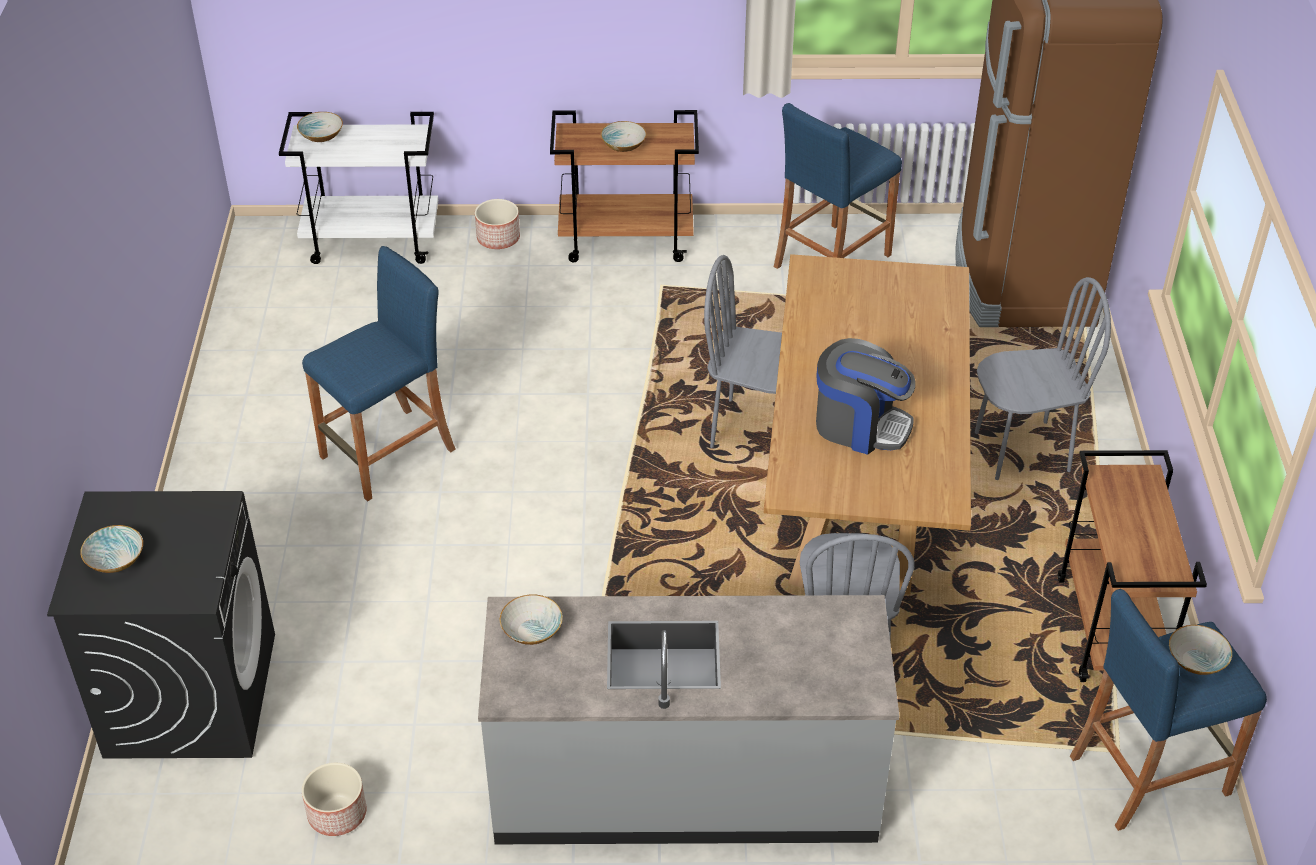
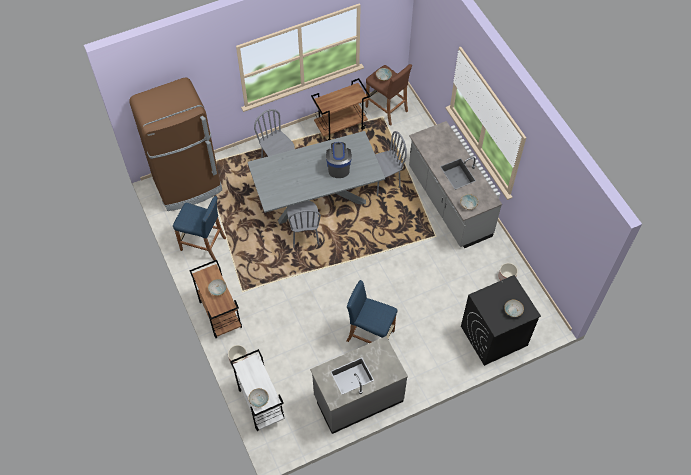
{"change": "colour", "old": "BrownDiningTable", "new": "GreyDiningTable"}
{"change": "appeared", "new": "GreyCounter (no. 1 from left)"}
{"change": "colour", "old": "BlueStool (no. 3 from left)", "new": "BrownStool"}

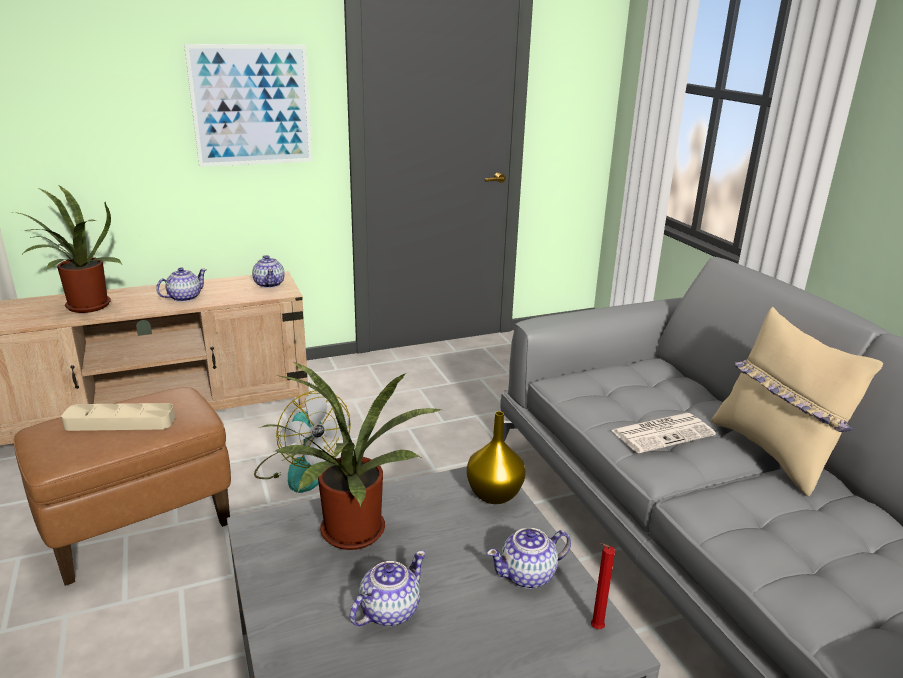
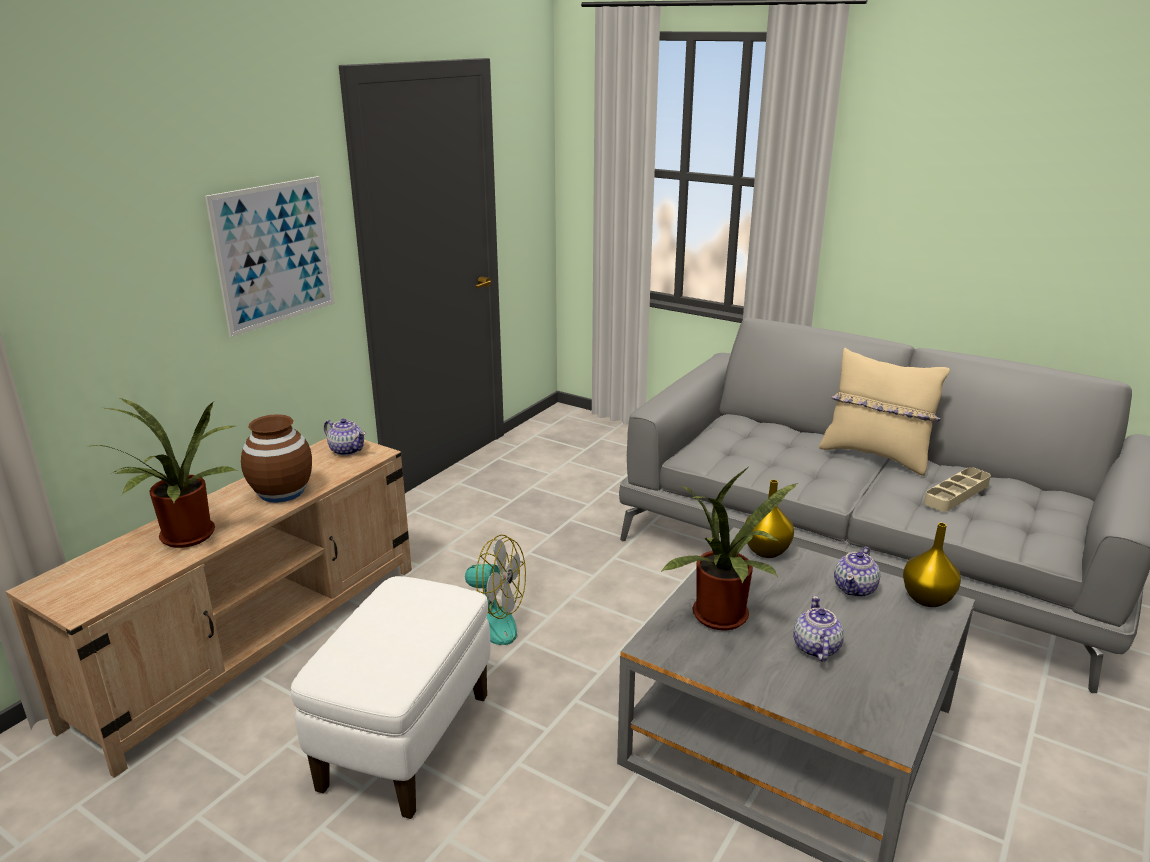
{"change": "exchanged", "old": "Teapot (no. 1 from left)", "new": "BrownVase"}
{"change": "colour", "old": "BrownOttoman", "new": "WhiteOttoman"}
{"change": "exchanged", "old": "RedCandle", "new": "YellowVase (no. 2 from left)"}
{"change": "relocated", "old": "BeigeTray"}
{"change": "missing", "old": "Newspaper"}

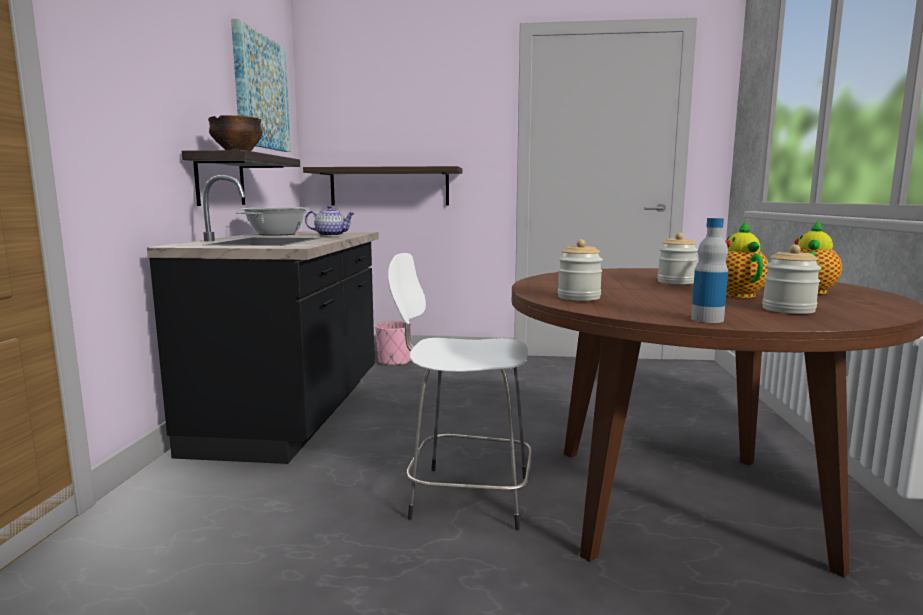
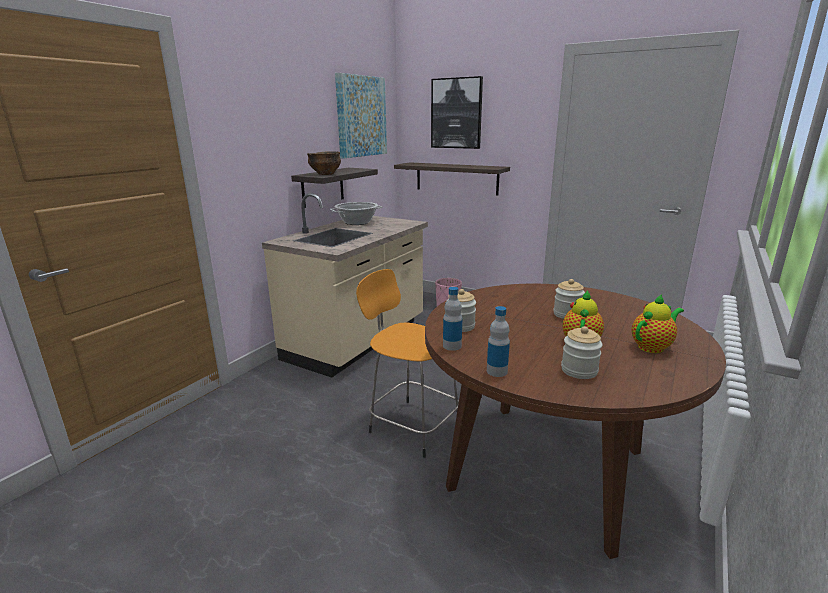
{"change": "colour", "old": "BlackCounter", "new": "BeigeCounter"}
{"change": "colour", "old": "WhiteStool", "new": "OrangeStool"}
{"change": "appeared", "new": "Picture (no. 2 from left)"}
{"change": "appeared", "new": "Bottle (no. 1 from left)"}
{"change": "missing", "old": "Teapot (no. 1 from left)"}

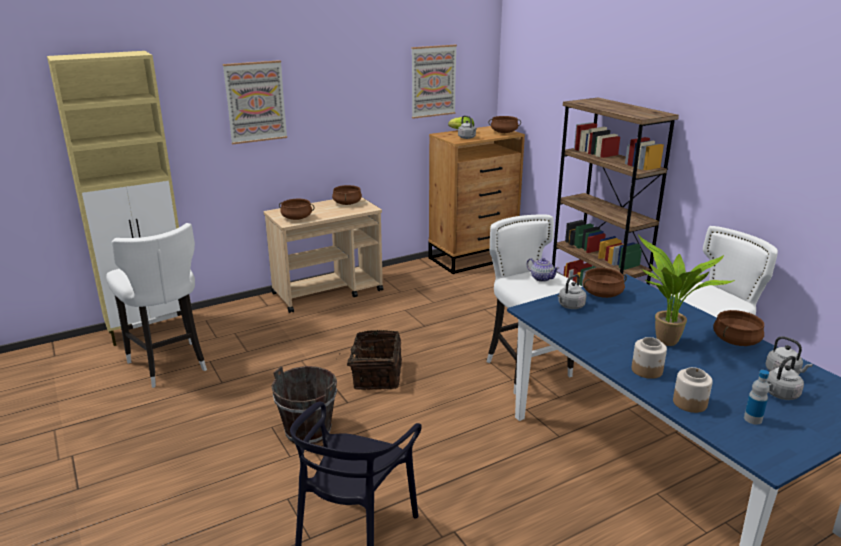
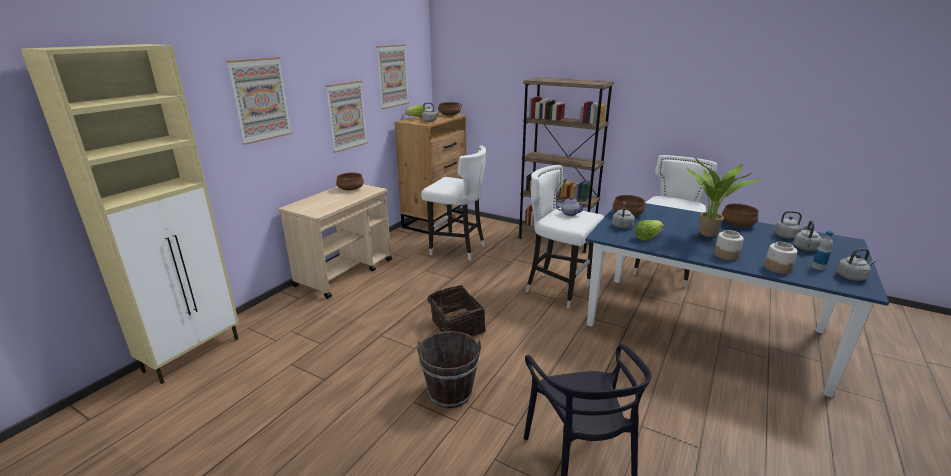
{"change": "appeared", "new": "Picture (no. 2 from left)"}
{"change": "relocated", "old": "WhiteStool (no. 1 from left)"}
{"change": "appeared", "new": "Lettuce (no. 2 from left)"}
{"change": "appeared", "new": "GreyKettle (no. 5 from left)"}
{"change": "missing", "old": "BrownCookingPot (no. 1 from left)"}

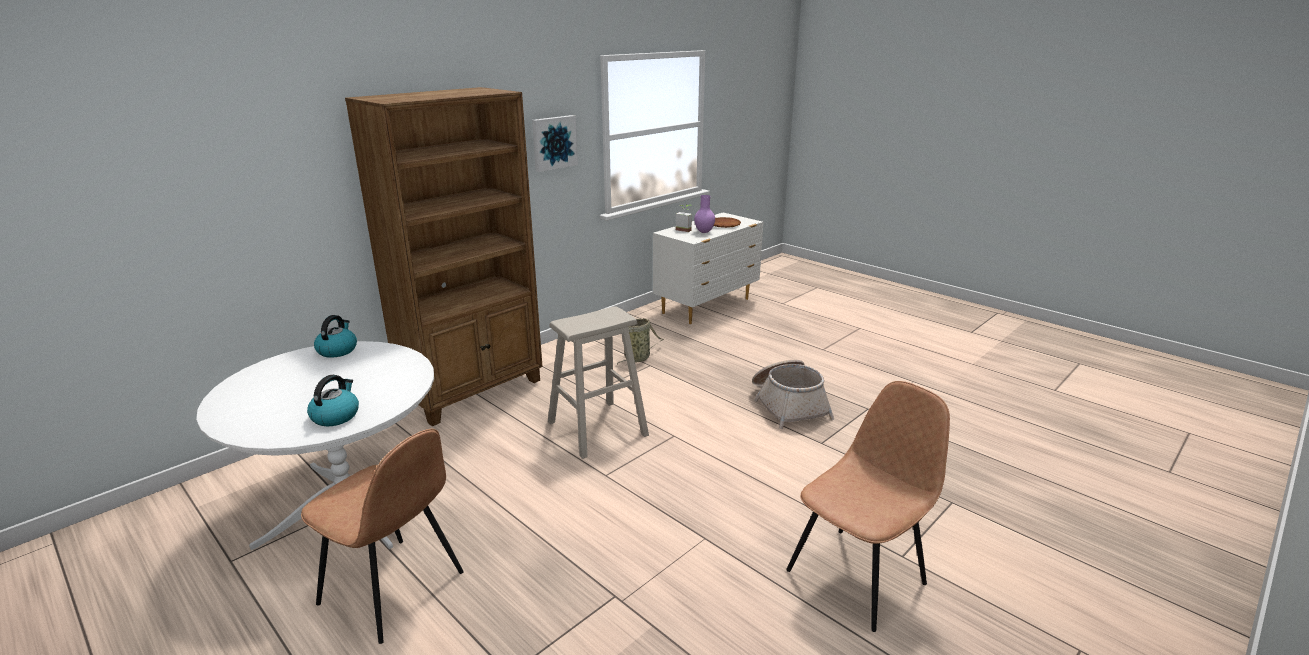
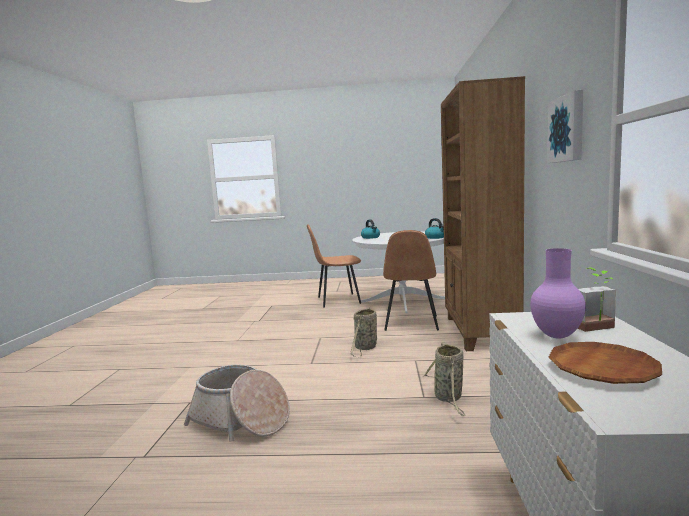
{"change": "exchanged", "old": "BeigeStool", "new": "Basket (no. 2 from left)"}
{"change": "relocated", "old": "BrownChair (no. 2 from left)"}

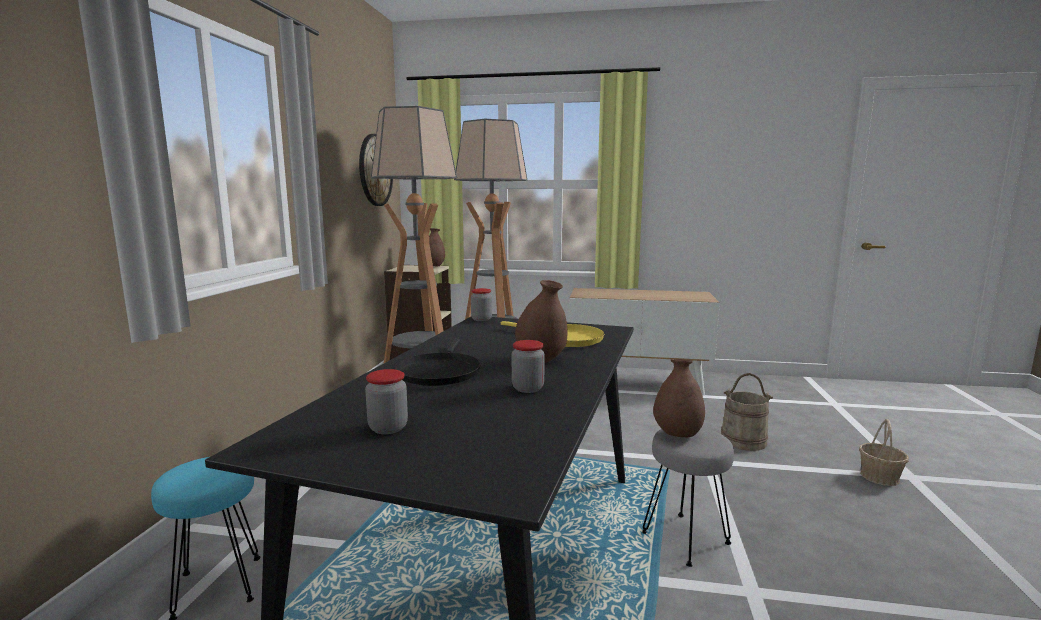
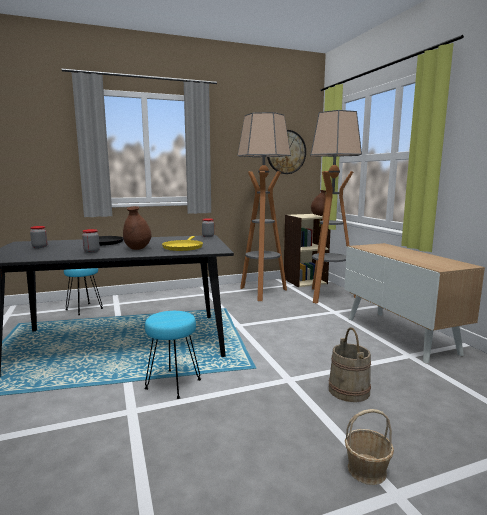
{"change": "colour", "old": "GreyStool", "new": "TurquoiseStool (no. 2 from left)"}
{"change": "missing", "old": "BrownVase (no. 3 from left)"}

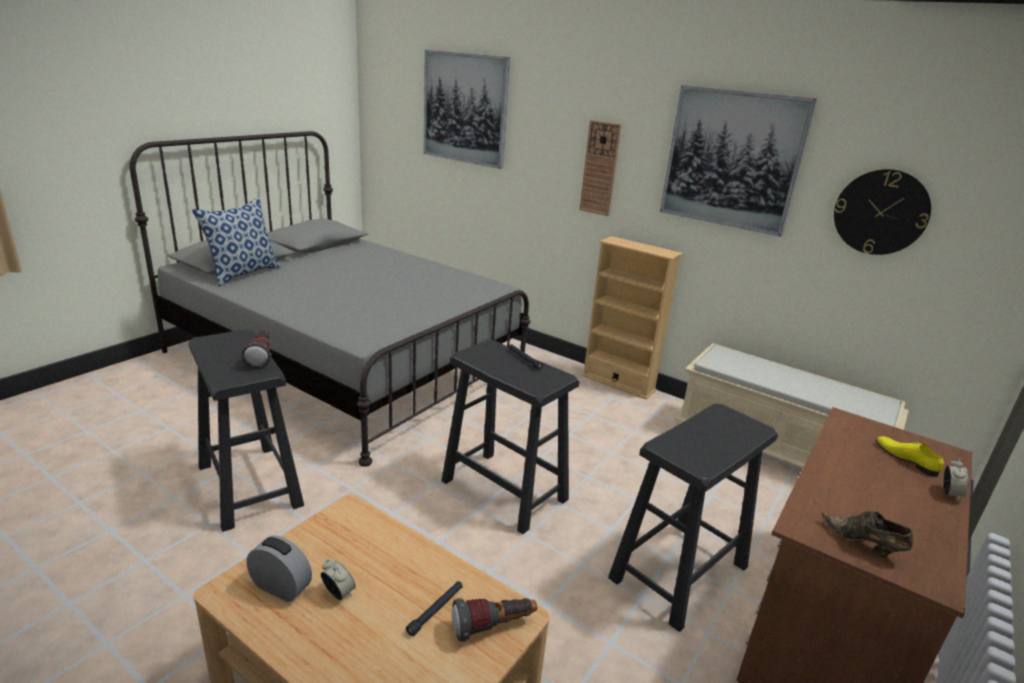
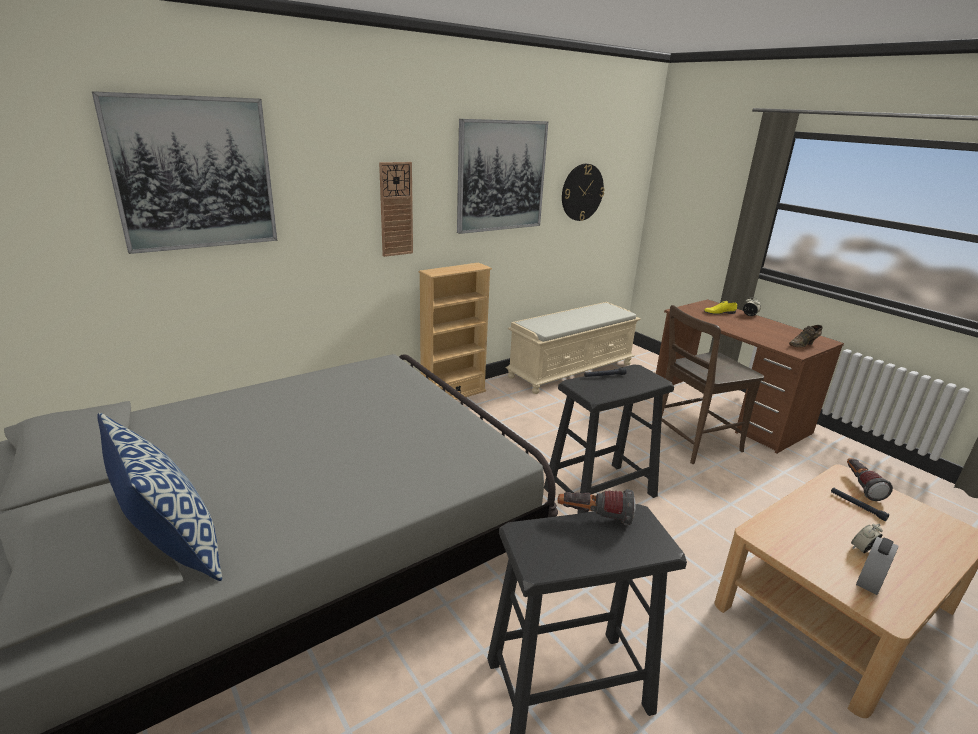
{"change": "exchanged", "old": "BlackStool (no. 3 from left)", "new": "BrownChair"}

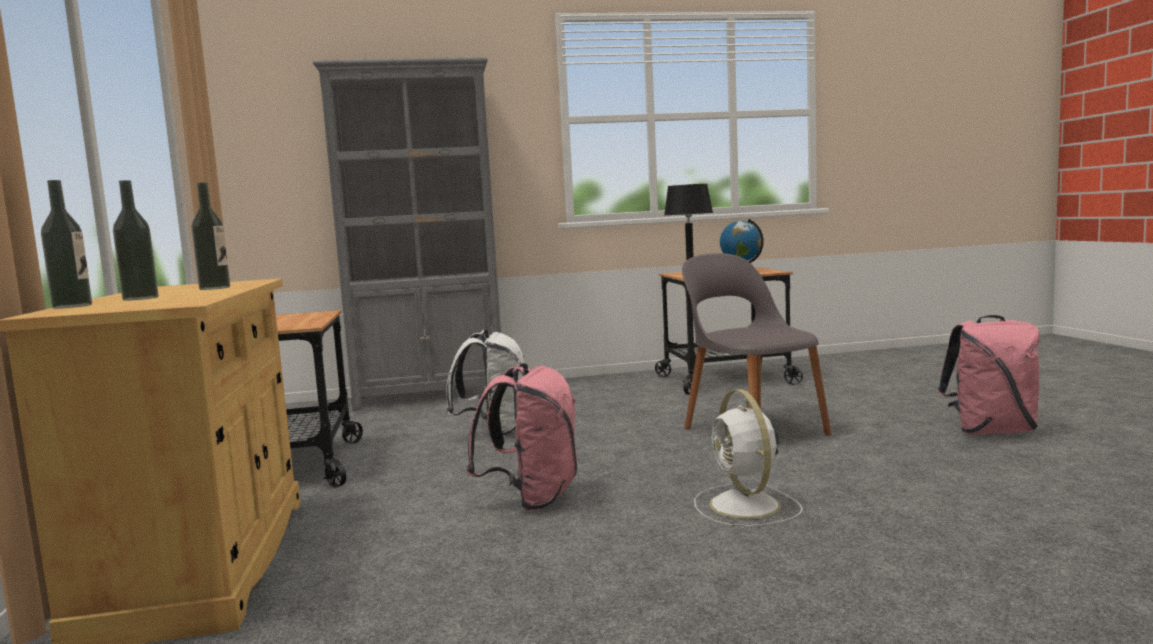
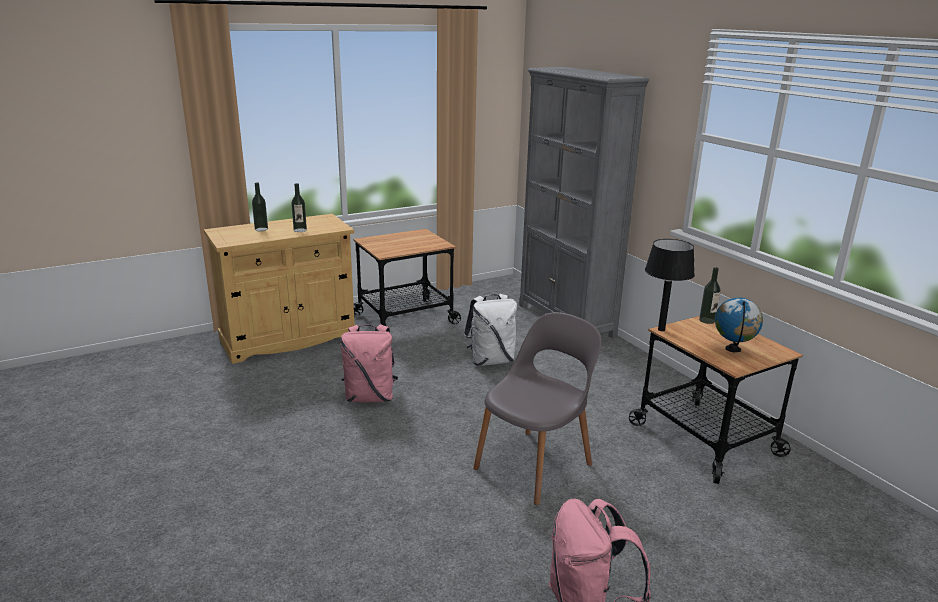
{"change": "relocated", "old": "Bottle (no. 1 from left in the first image)", "new": "Bottle (no. 3 from left)"}
{"change": "missing", "old": "WhiteFan"}

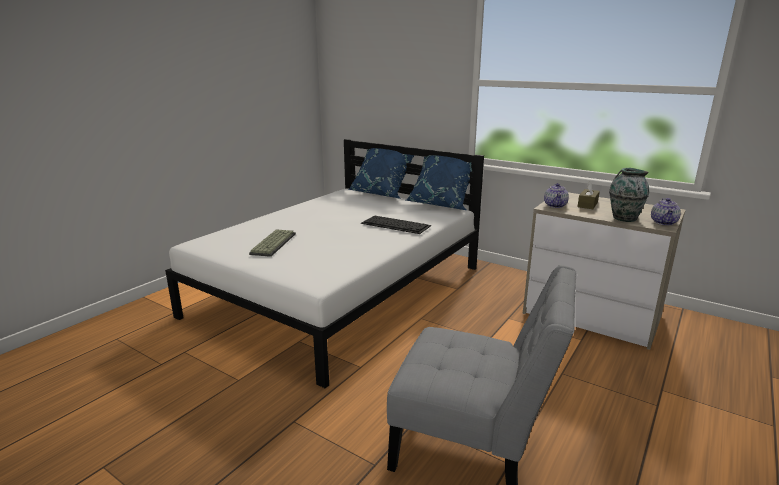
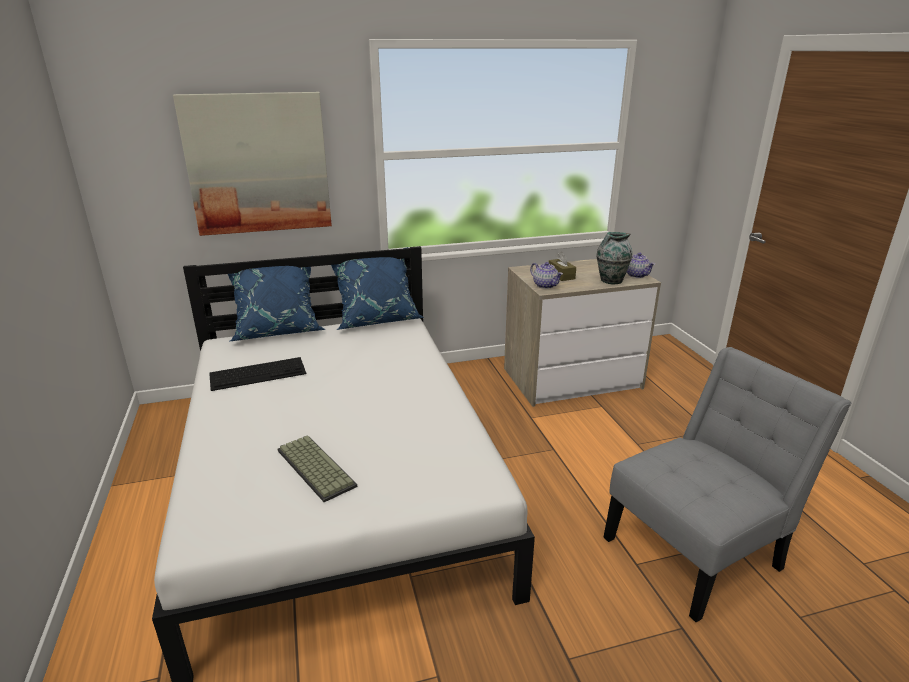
{"change": "appeared", "new": "Picture"}
{"change": "relocated", "old": "Keyboard (no. 2 from left in the first image)", "new": "Keyboard (no. 1 from left)"}

